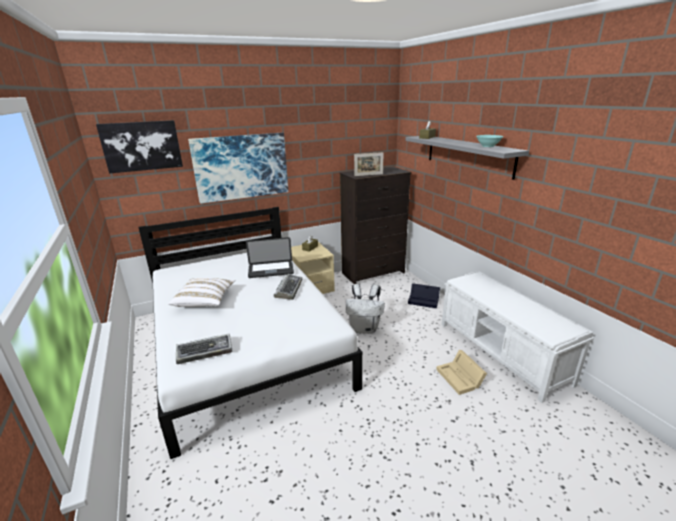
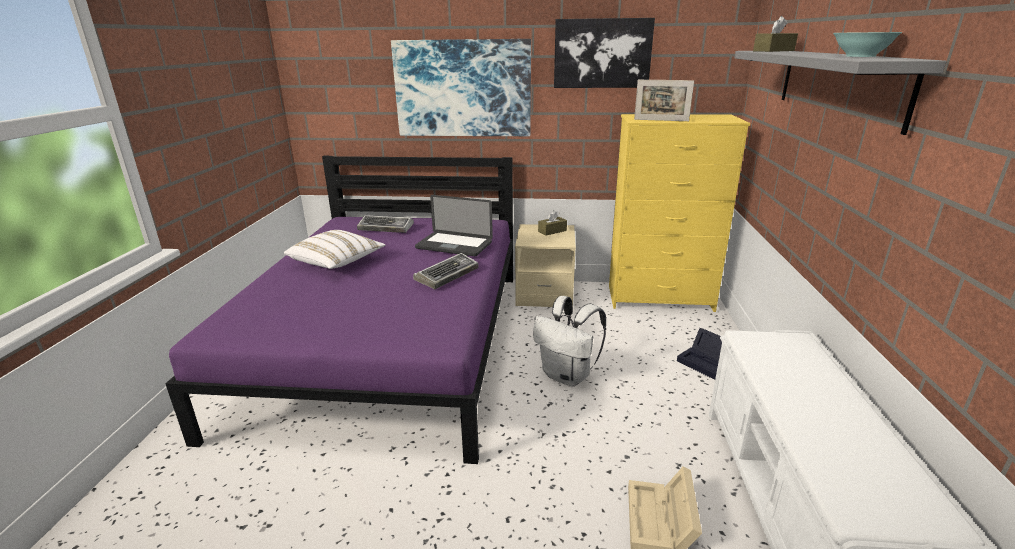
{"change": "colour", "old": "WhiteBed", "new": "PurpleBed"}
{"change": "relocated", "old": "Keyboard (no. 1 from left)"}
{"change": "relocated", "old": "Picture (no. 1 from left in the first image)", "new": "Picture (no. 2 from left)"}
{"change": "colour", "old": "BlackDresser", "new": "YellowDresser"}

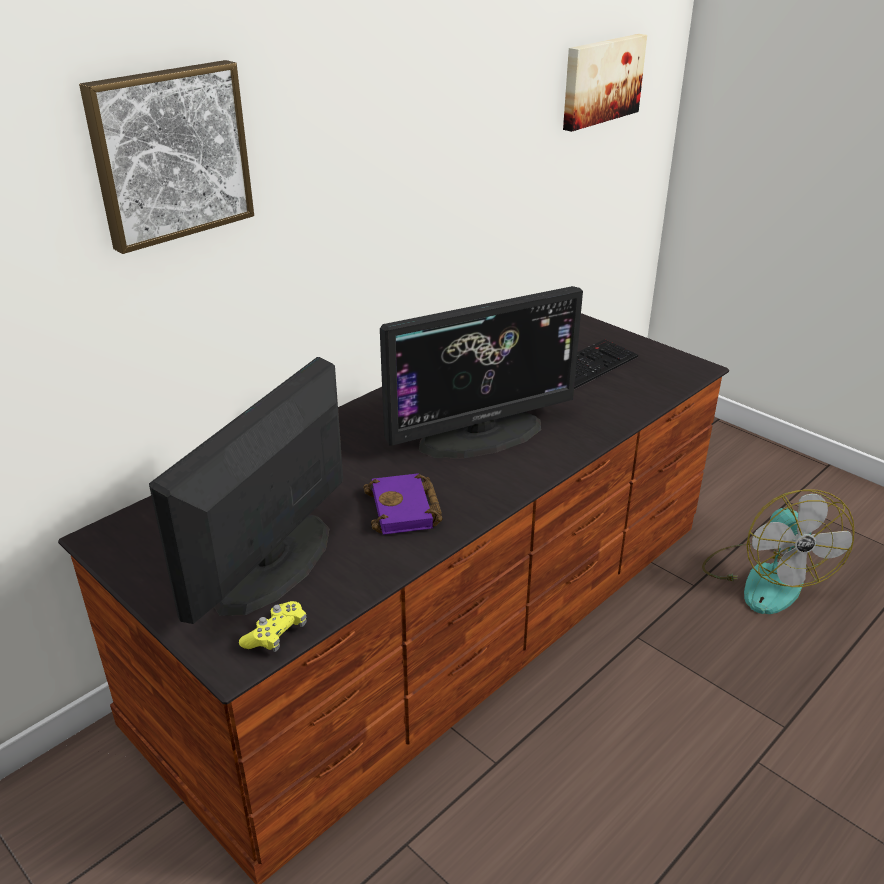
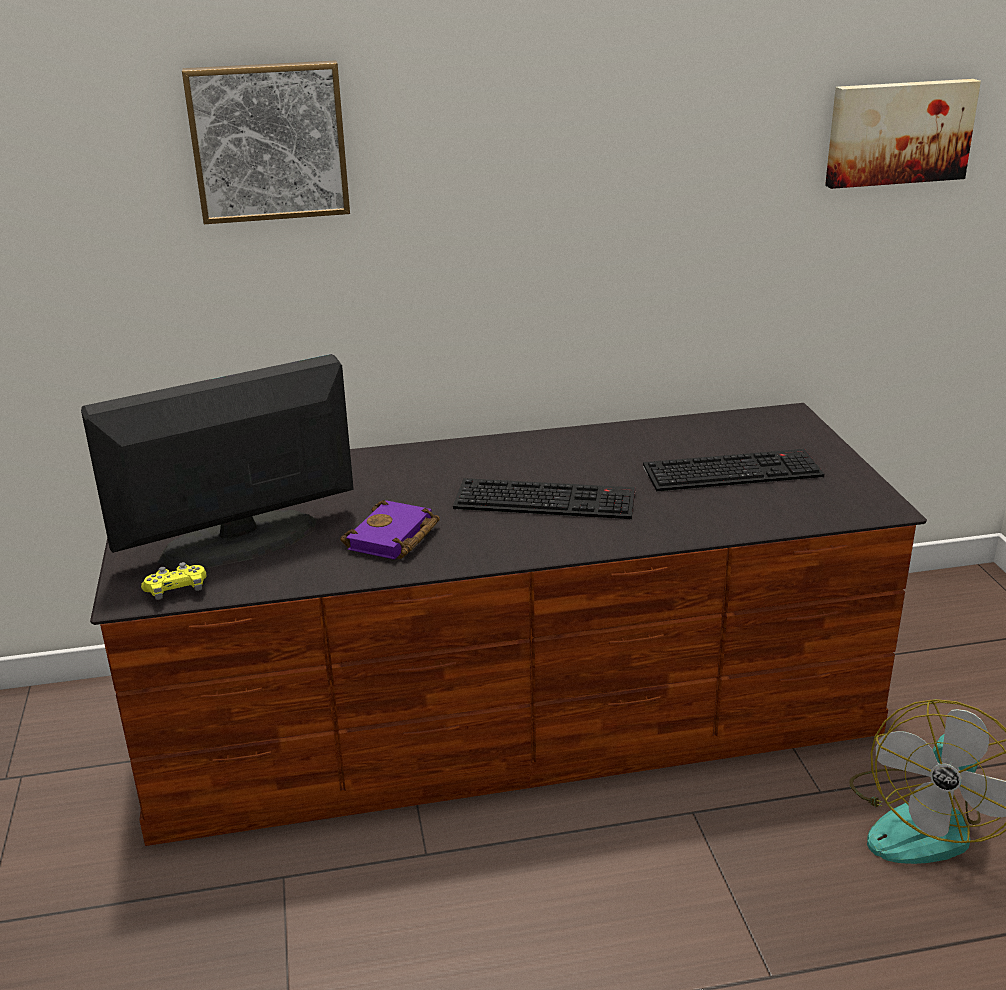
{"change": "exchanged", "old": "Monitor (no. 2 from left)", "new": "Keyboard (no. 1 from left)"}

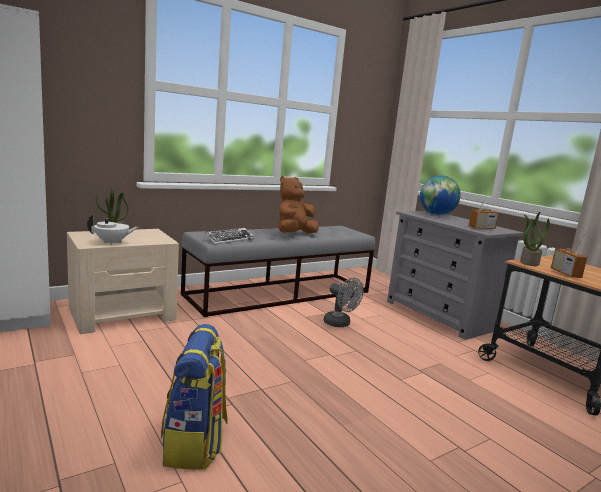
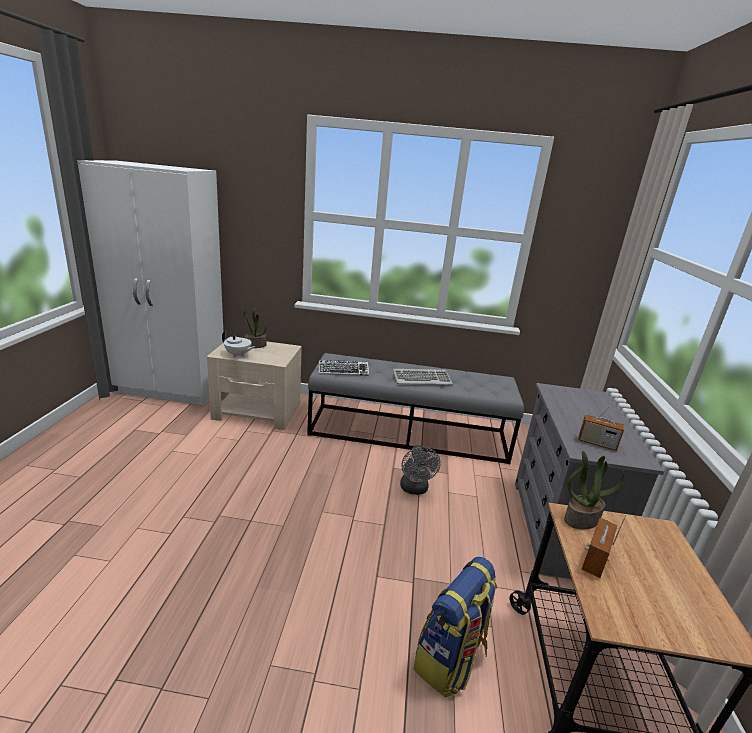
{"change": "exchanged", "old": "BrownPlushToy", "new": "Keyboard (no. 2 from left)"}
{"change": "relocated", "old": "Backpack"}
{"change": "missing", "old": "Globe"}

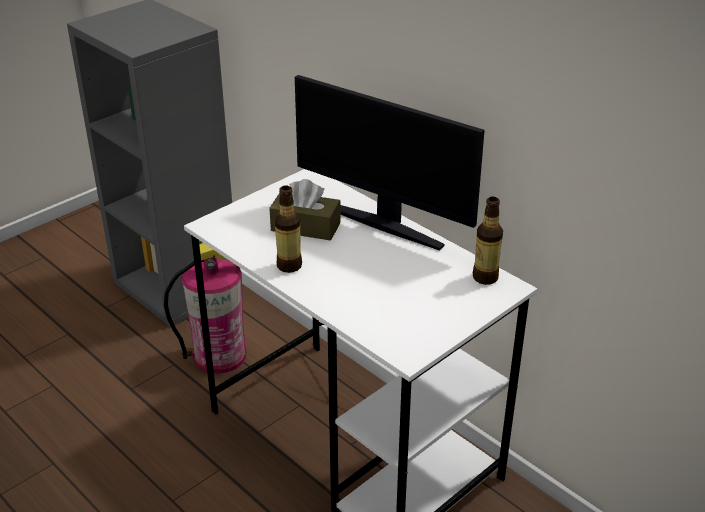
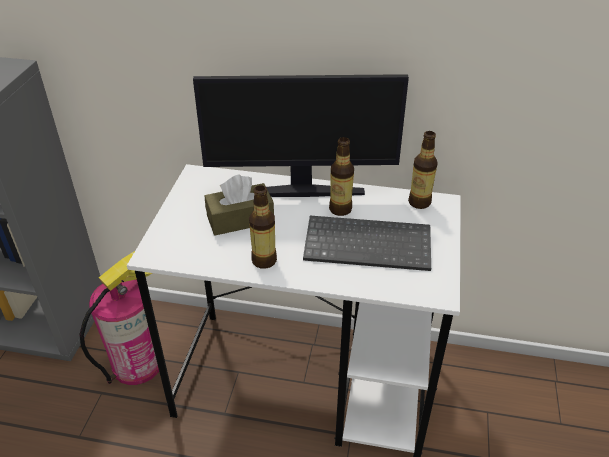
{"change": "appeared", "new": "Keyboard"}
{"change": "appeared", "new": "Bottle (no. 2 from left)"}

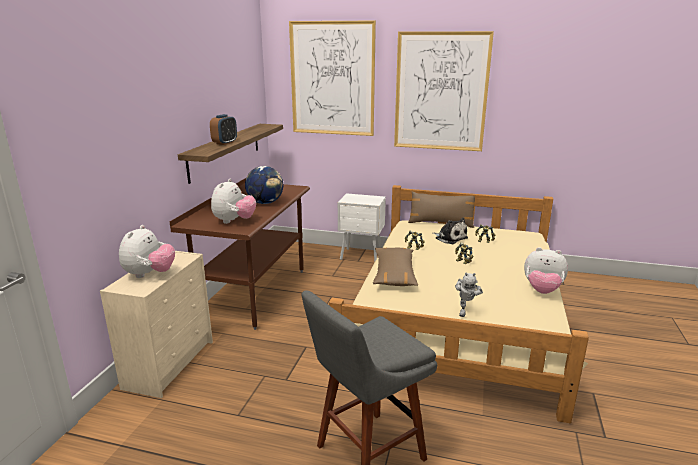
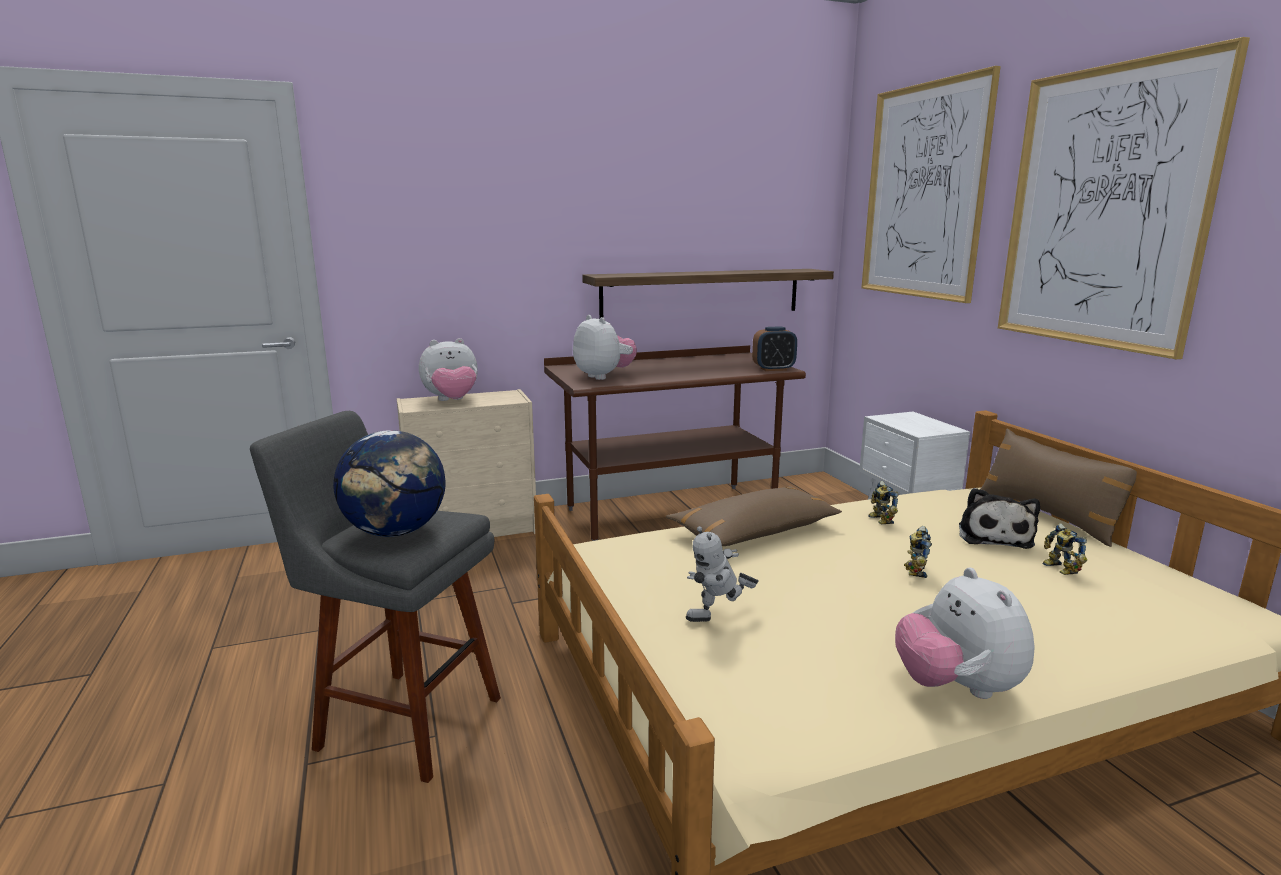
{"change": "relocated", "old": "Globe"}
{"change": "spun", "old": "PlushToy (no. 2 from left)", "degrees": -105}
{"change": "relocated", "old": "AlarmClock"}

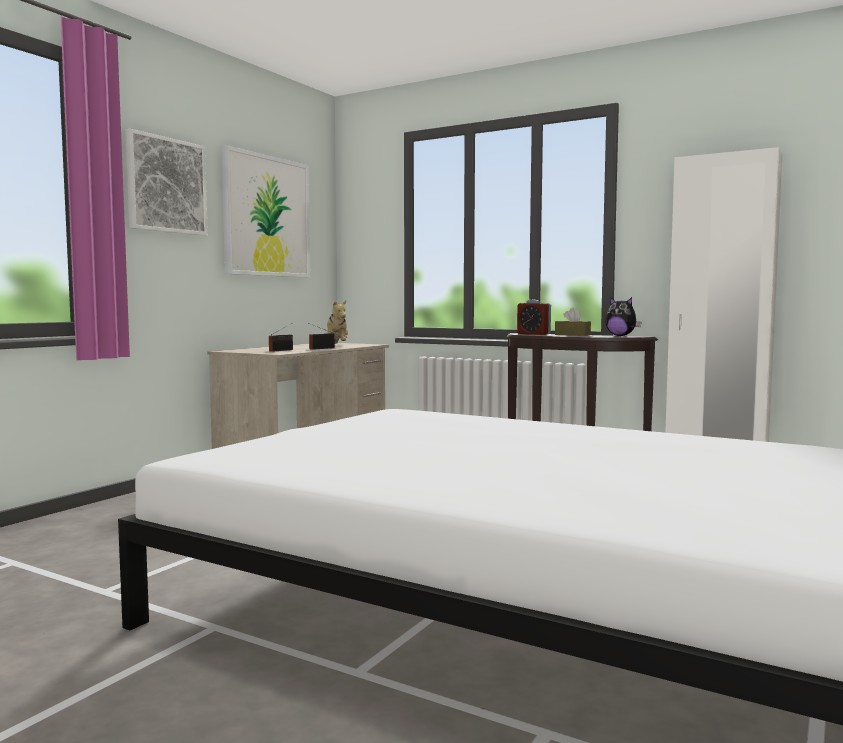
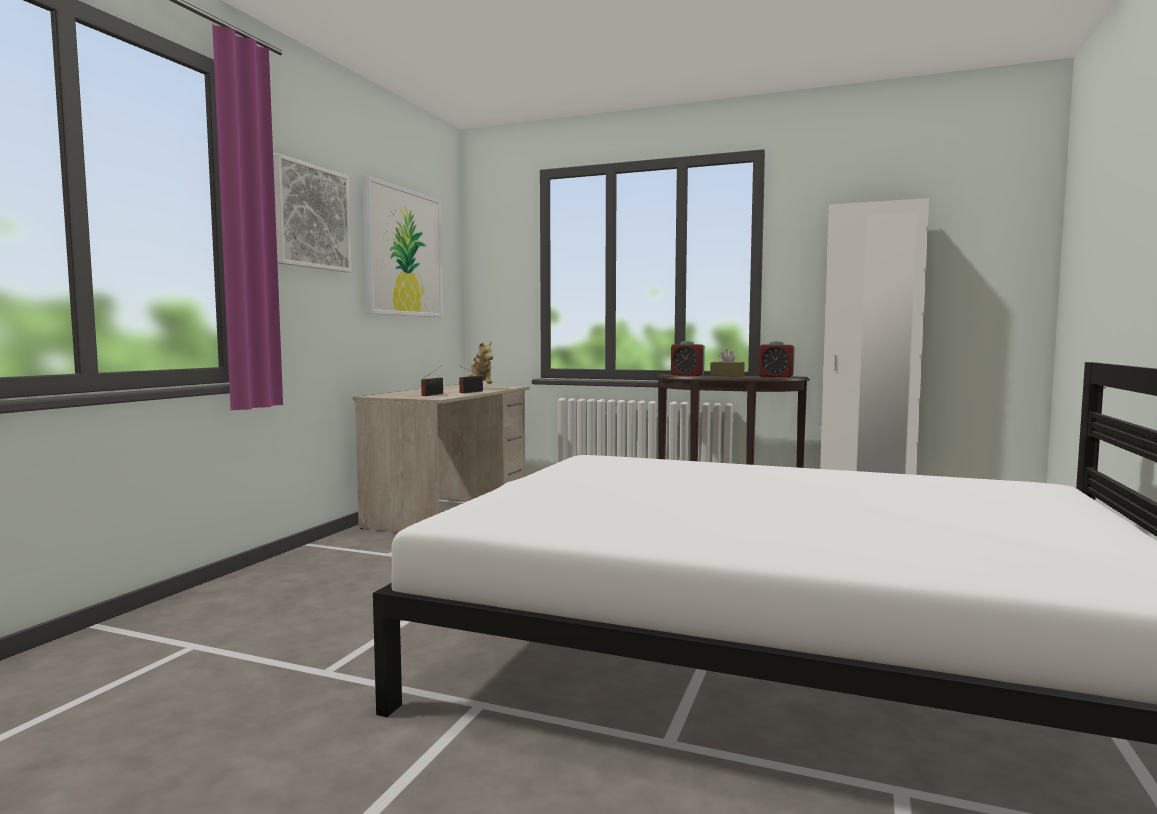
{"change": "exchanged", "old": "PlushToy (no. 2 from left)", "new": "AlarmClock (no. 2 from left)"}

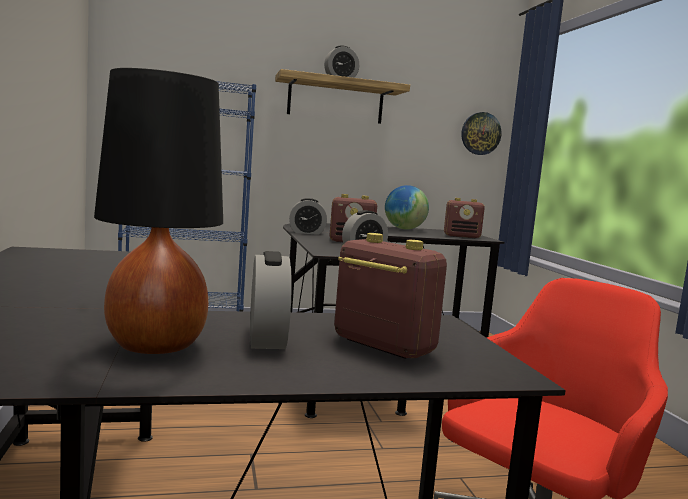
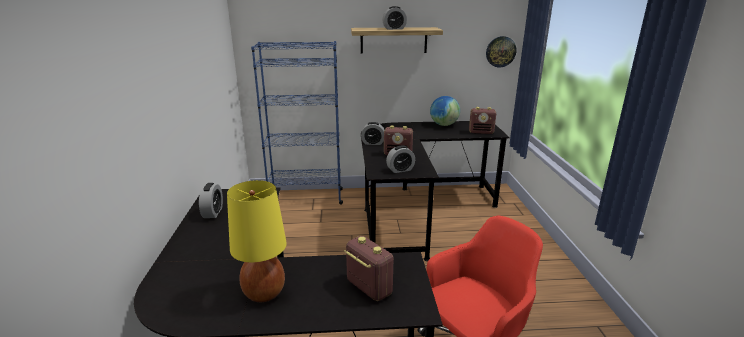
{"change": "relocated", "old": "AlarmClock (no. 1 from left)"}
{"change": "colour", "old": "BlackTableLamp", "new": "YellowTableLamp"}

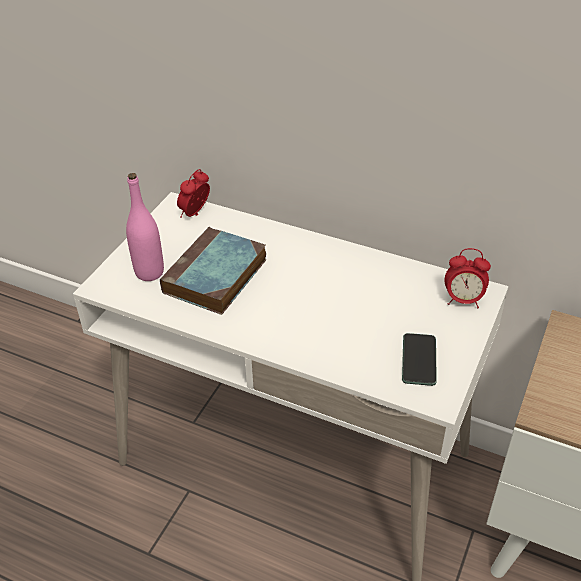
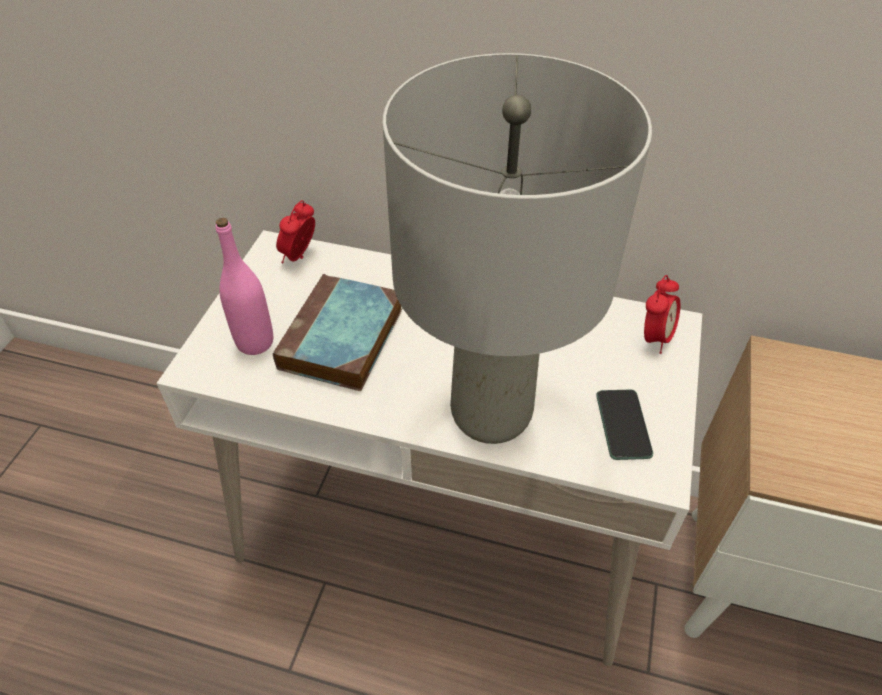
{"change": "appeared", "new": "GreyTableLamp"}
{"change": "spun", "old": "AlarmClock (no. 2 from left)", "degrees": -60}

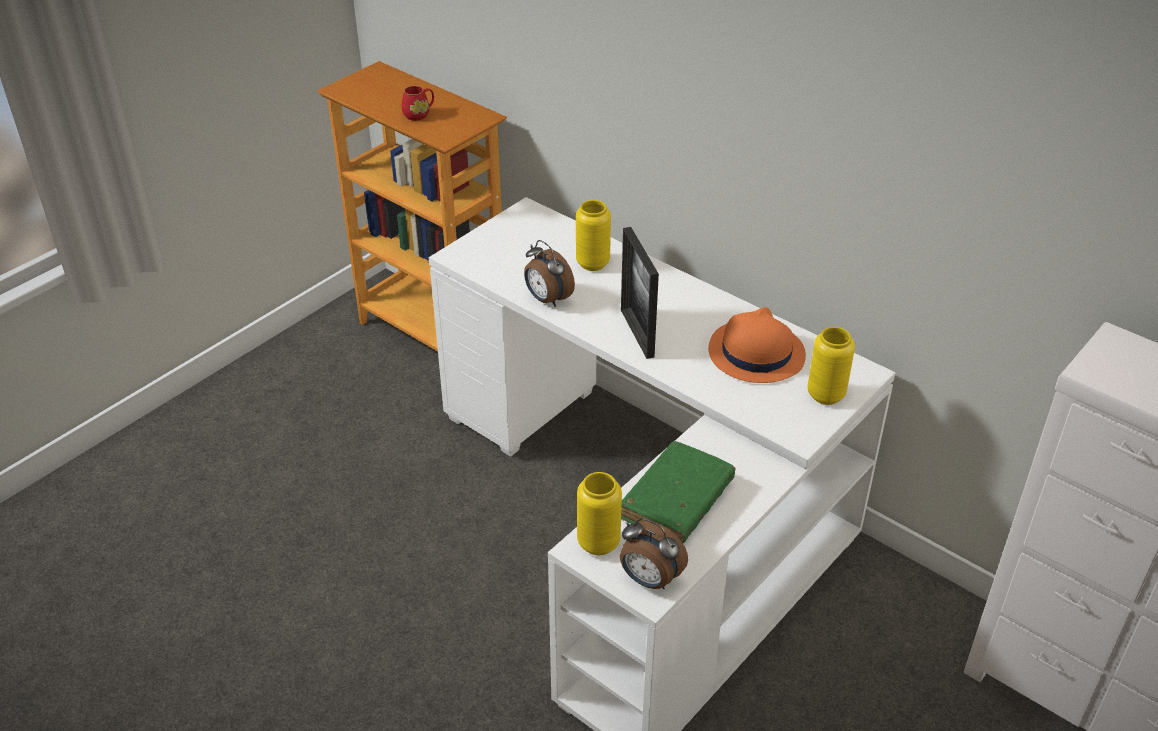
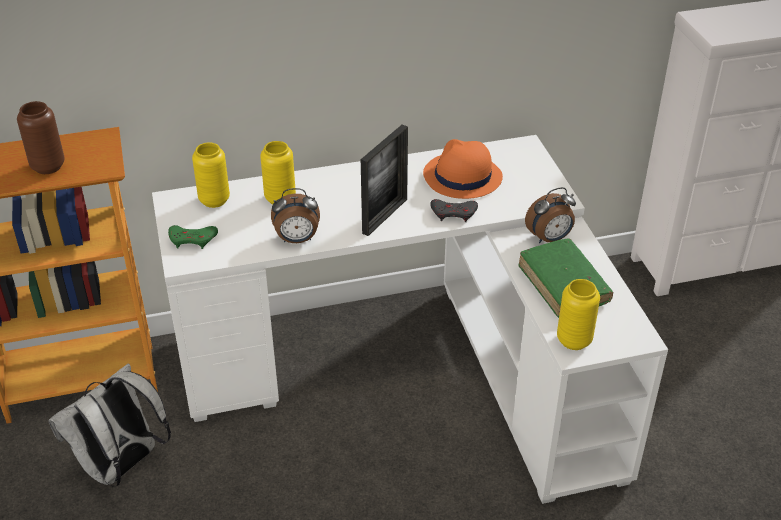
{"change": "exchanged", "old": "RedMug", "new": "BrownVase"}
{"change": "appeared", "new": "WhiteBackpack"}
{"change": "appeared", "new": "GreenGameController"}
{"change": "relocated", "old": "YellowVase (no. 3 from left in the first image)", "new": "YellowVase (no. 1 from left)"}
{"change": "spun", "old": "PictureFrame", "degrees": -75}
{"change": "appeared", "new": "GreyGameController"}
{"change": "relocated", "old": "AlarmClock (no. 2 from left)"}

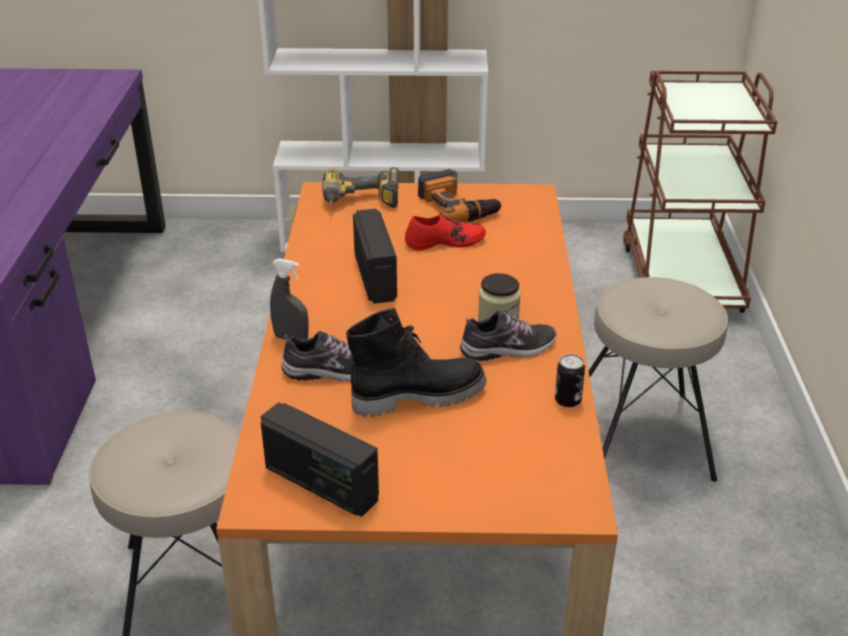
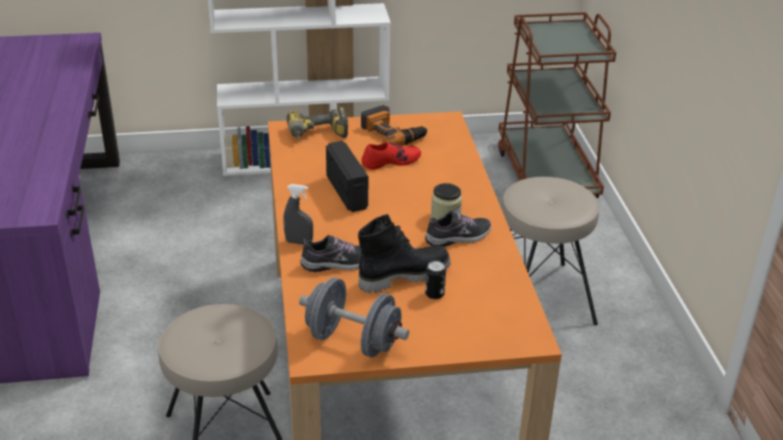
{"change": "exchanged", "old": "Radio (no. 1 from left)", "new": "GreyDumbbell"}
{"change": "relocated", "old": "Can"}

